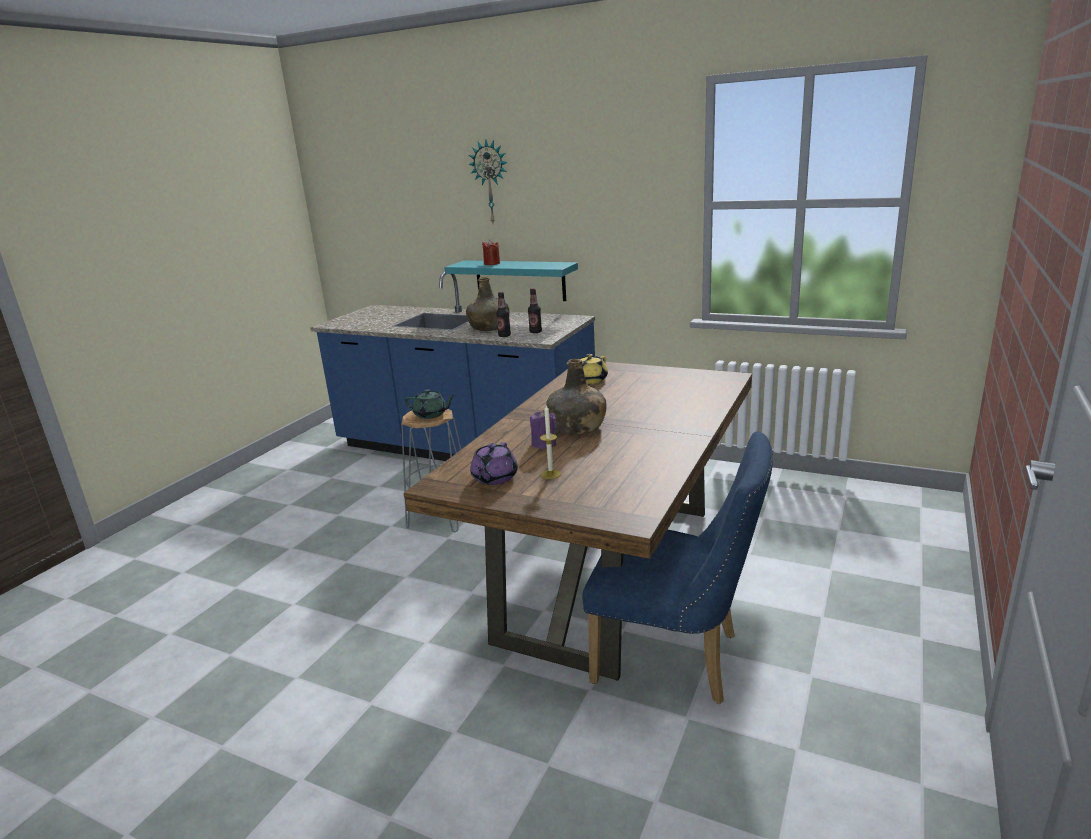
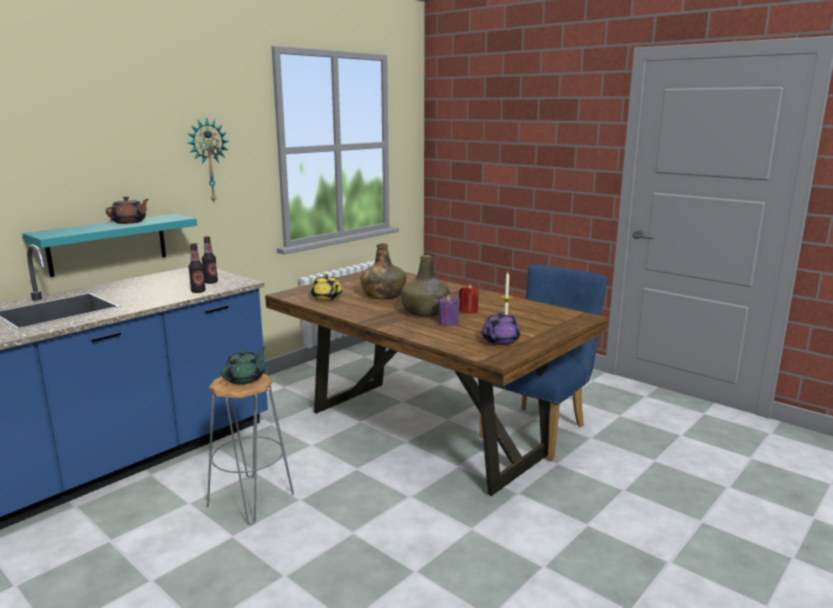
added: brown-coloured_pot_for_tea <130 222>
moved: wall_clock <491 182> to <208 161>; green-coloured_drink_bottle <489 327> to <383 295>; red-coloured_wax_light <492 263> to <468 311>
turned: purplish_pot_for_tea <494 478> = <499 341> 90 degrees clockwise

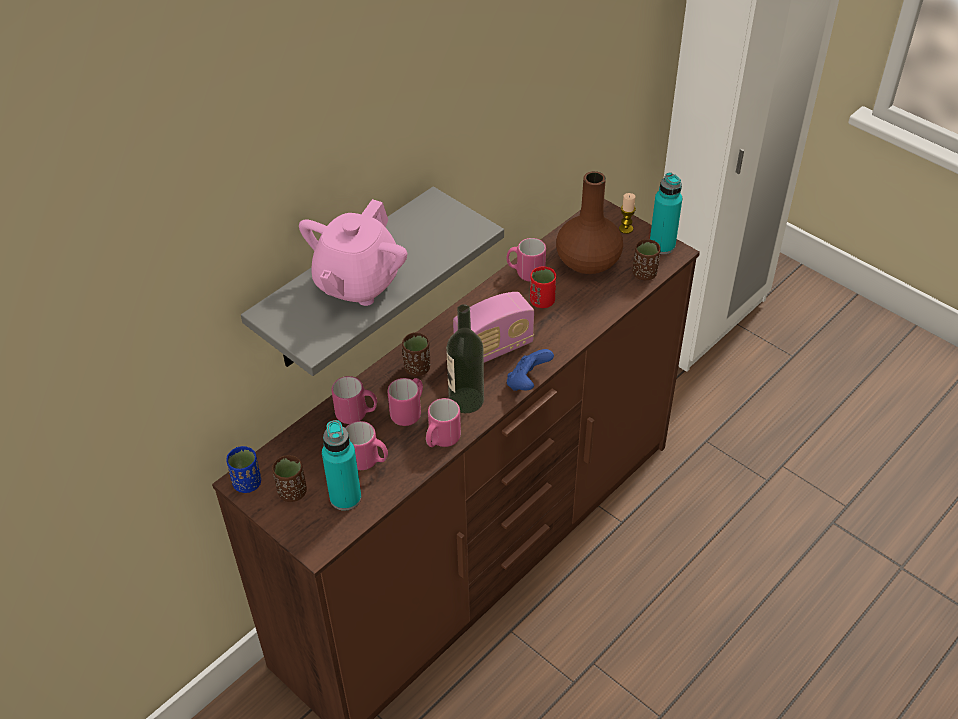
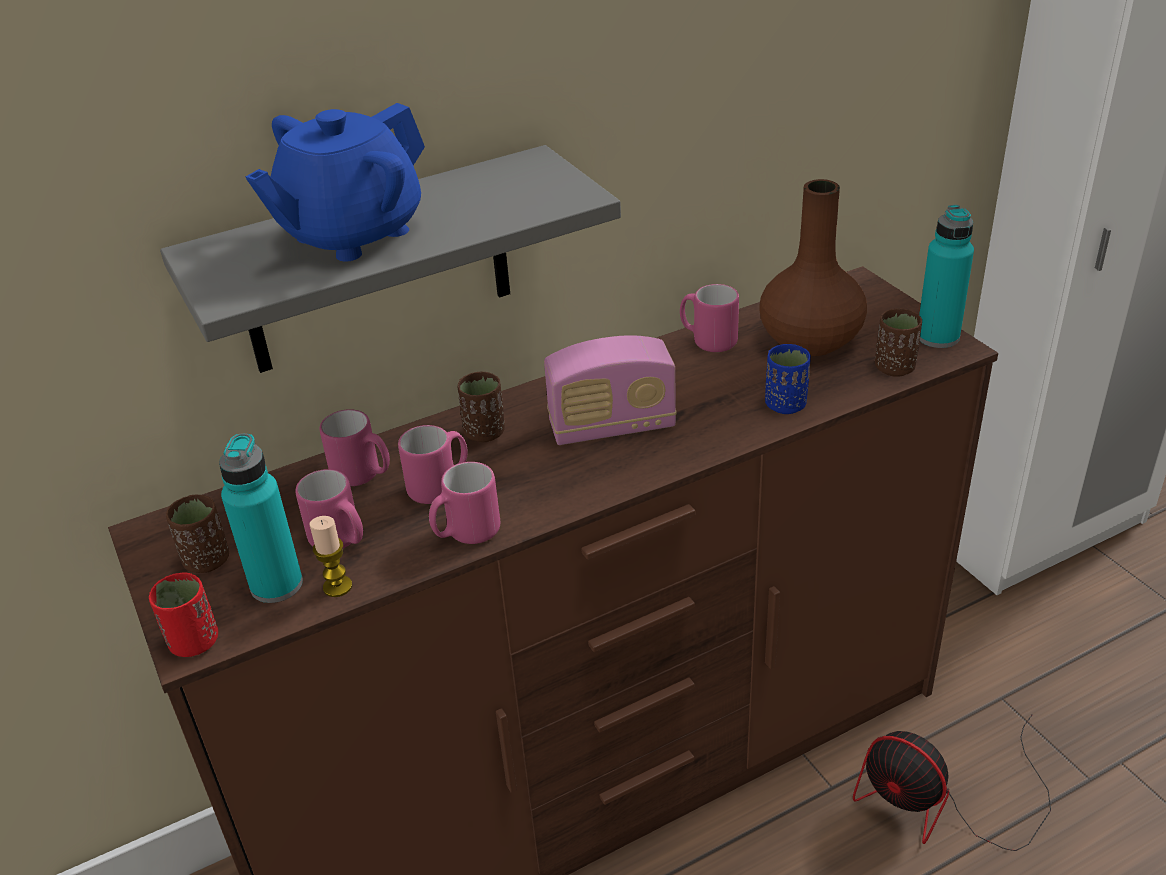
removed: drink_bottle <466 400>; bluish_gamepad <527 382>
added: electric_fan <943 802>
moved: red-coloured_drinking_cup <542 301> to <194 642>; wax_light <626 229> to <337 587>; bluish_drinking_cup <247 483> to <785 405>
recoloured: pinkish_pot_for_tea <357 283> to bluish_pot_for_tea <351 234>

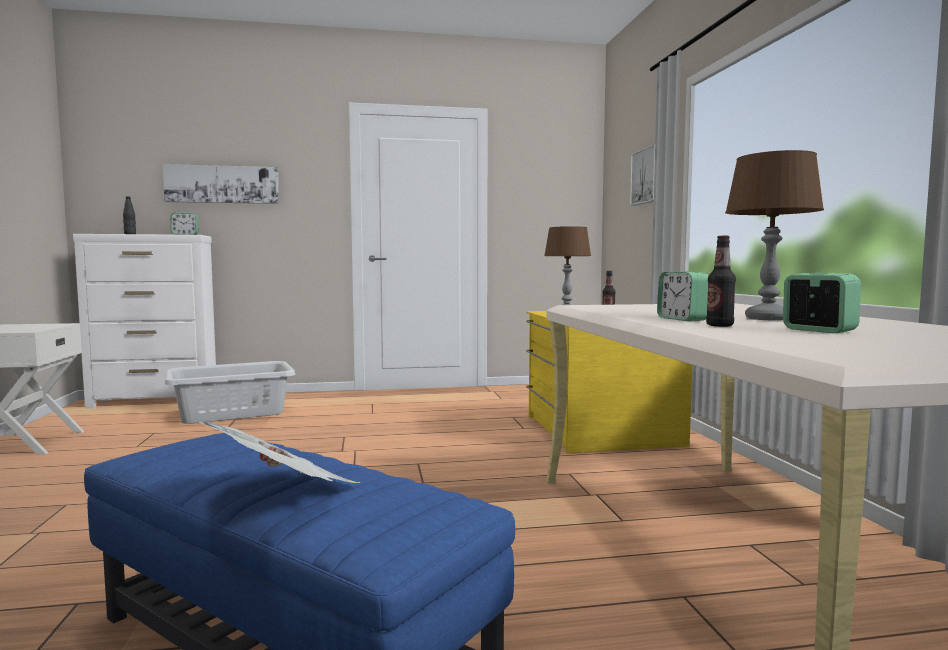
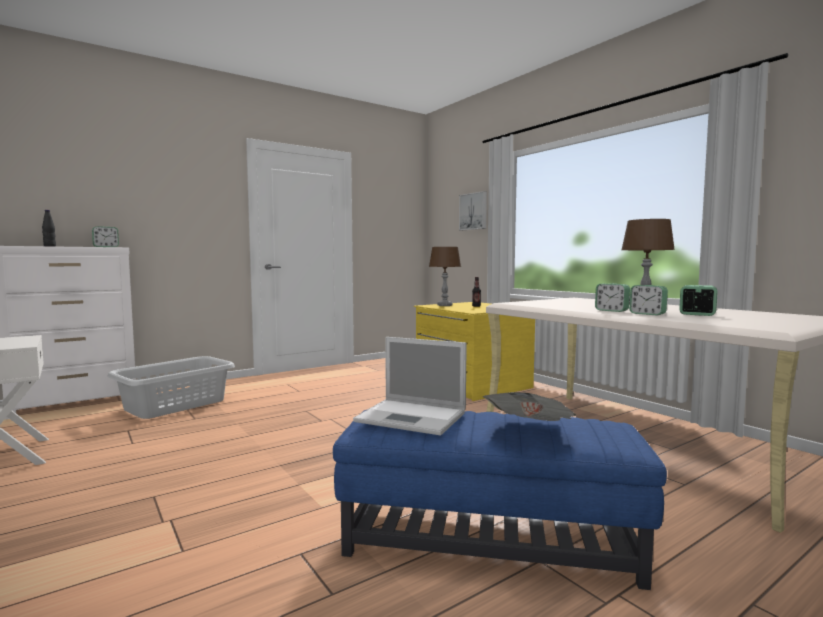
removed: wall_art <222 184>
added: laptop <413 417>
replaced: drink_bottle <719 325> to bedside_clock <647 314>

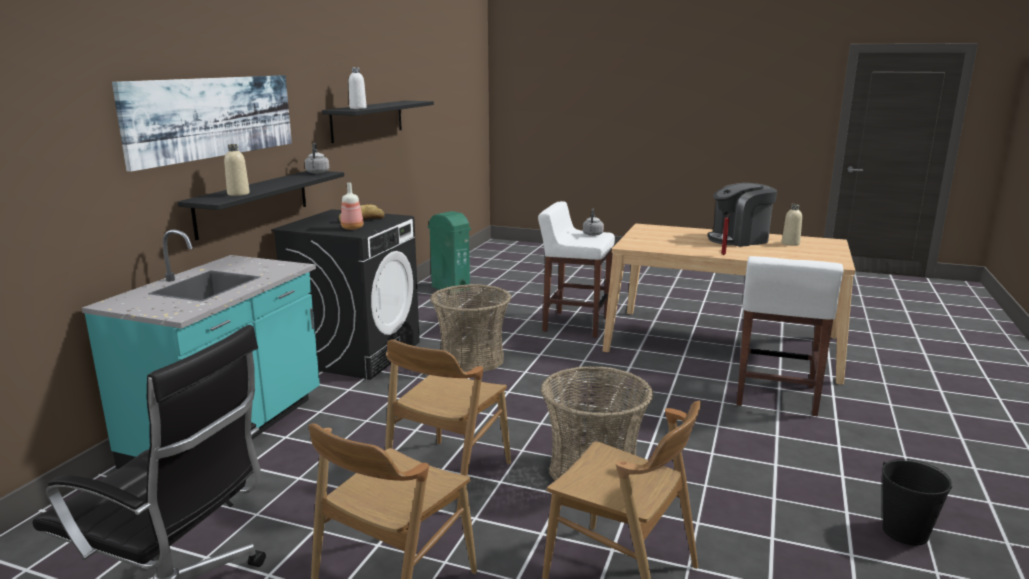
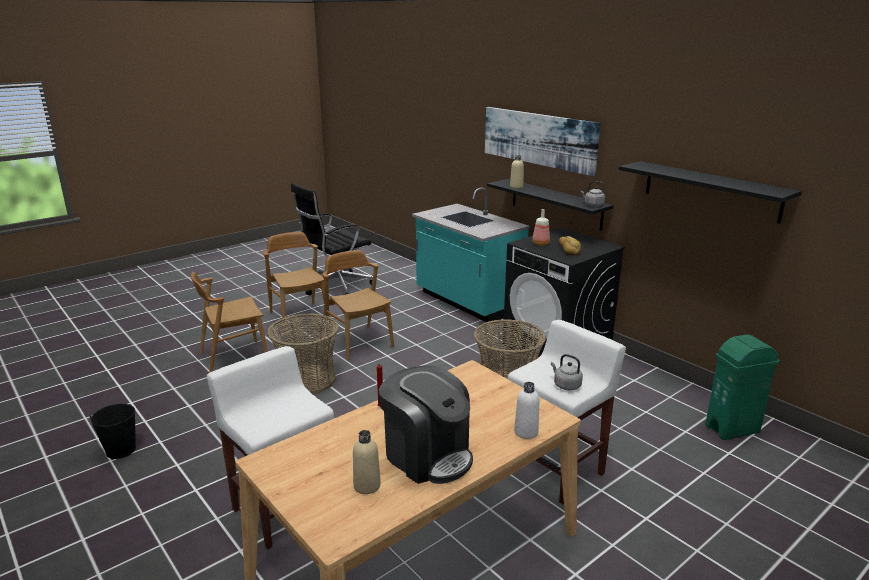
moved: whitish_drink_bottle <358 108> to <526 432>
turned: coffee_machine <739 239> = <427 455> 120 degrees clockwise

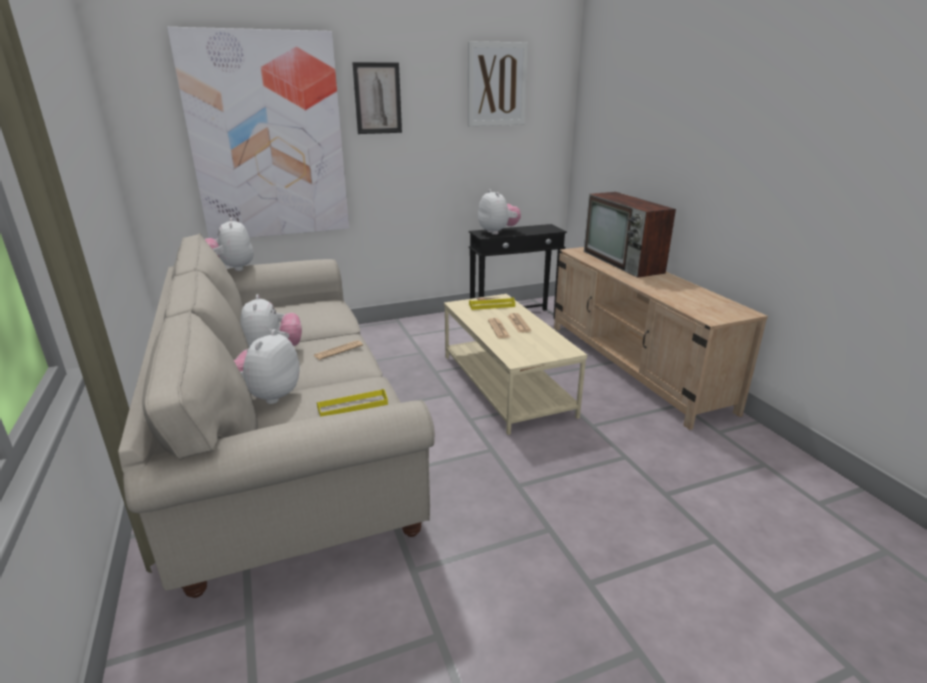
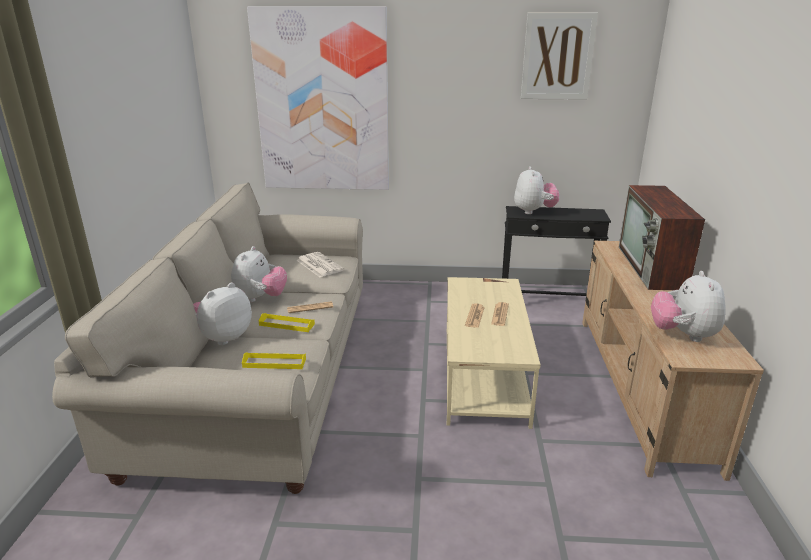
removed: wall_art <377 98>
added: newspaper <319 265>
moved: yellowish_serving_tray <492 305> to <286 324>; plush_toy <231 269> to <683 335>

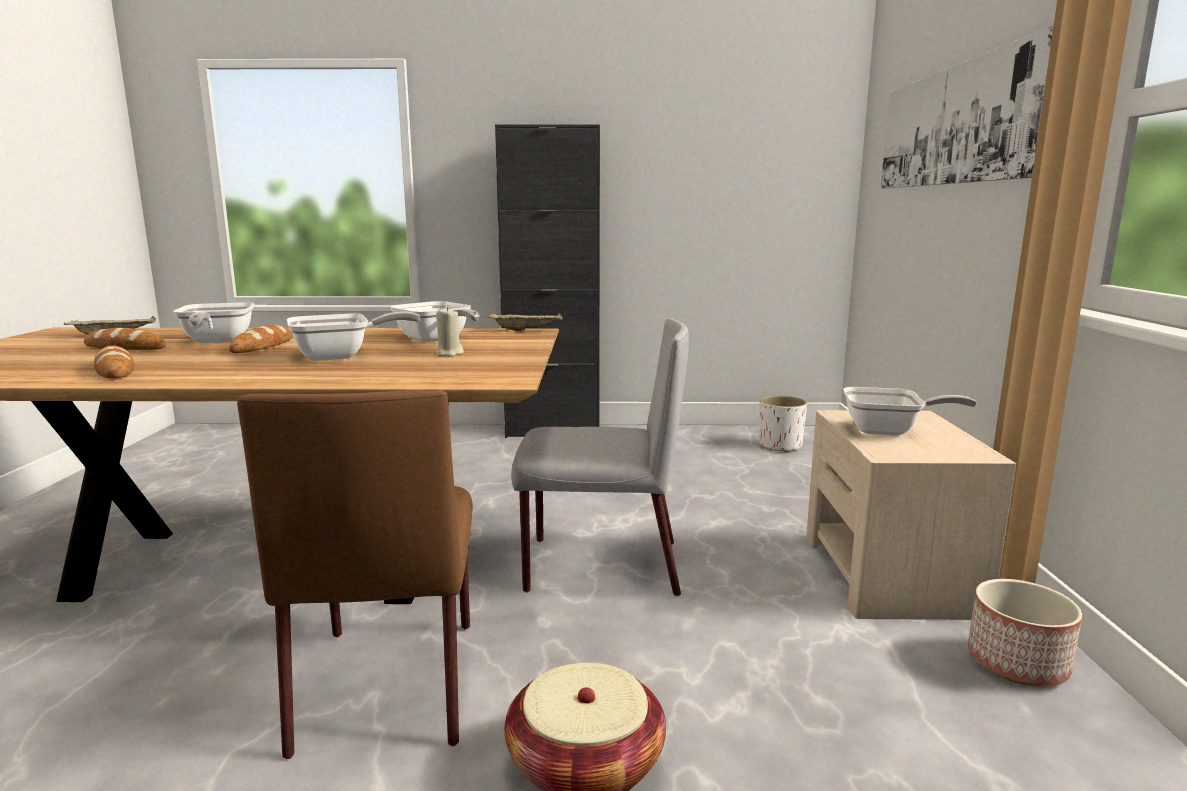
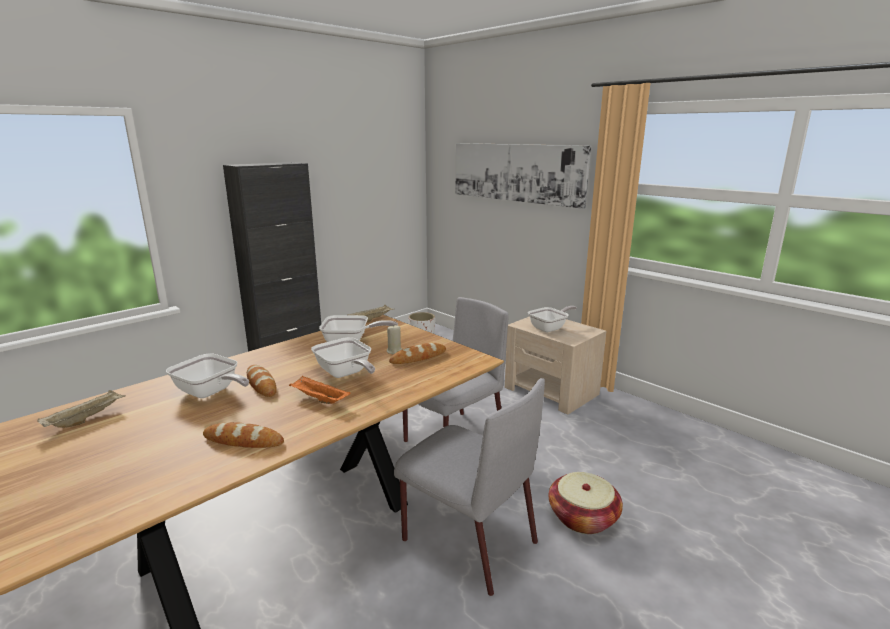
removed: plant_pot <1018 664>
added: orange_serving_tray <319 399>
moved: baked_bread <125 347> to <418 357>
recoloured: brown-coloured_chair <389 680> to grey_chair <467 540>
turned: skillet <341 356> = <345 374> 120 degrees clockwise

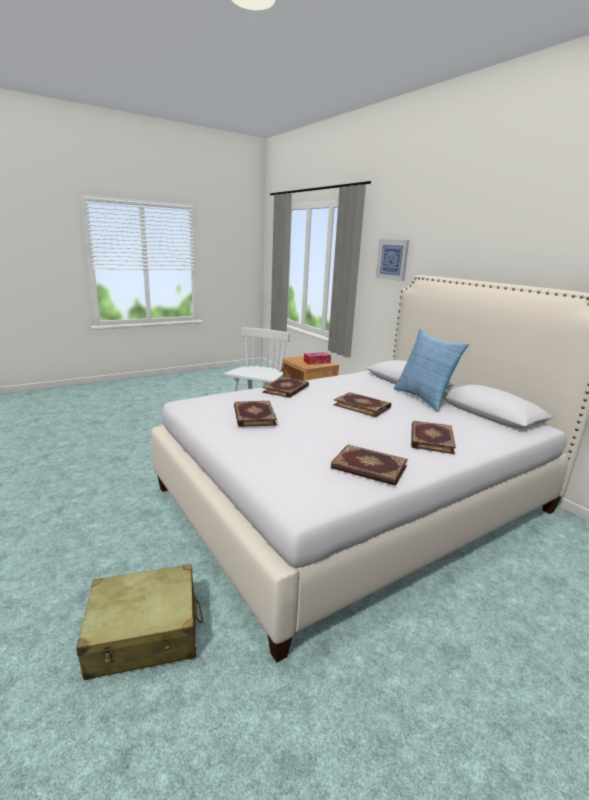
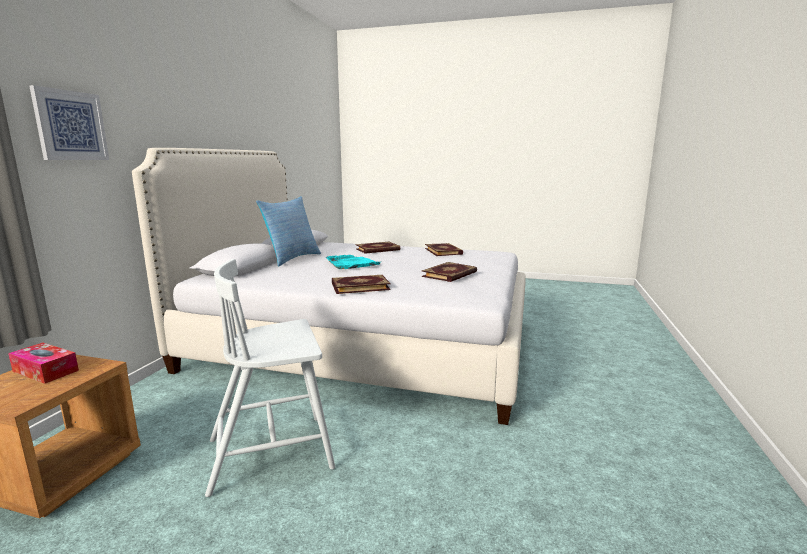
removed: sand-coloured_suitcase <144 633>
replaced: bound_book <362 406> to turquoise-coloured_serving_tray <352 264>

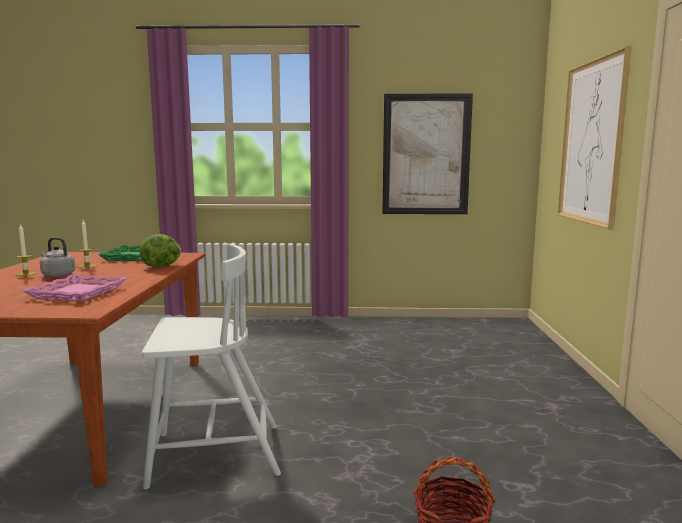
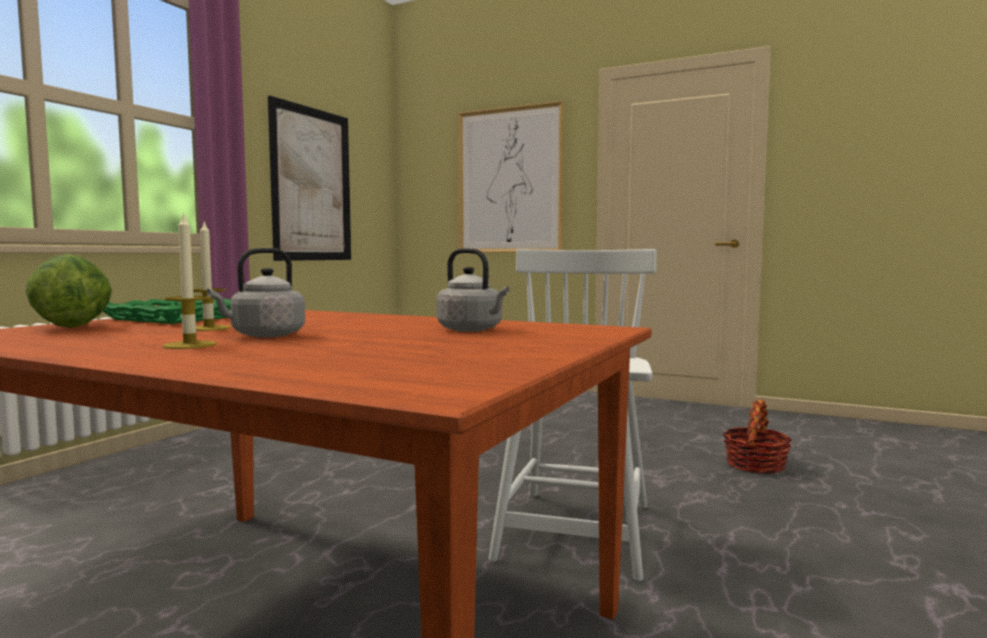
moved: head_of_lettuce <162 266> to <72 327>
replaced: pinkish_serving_tray <78 293> to grey_kettle <472 330>

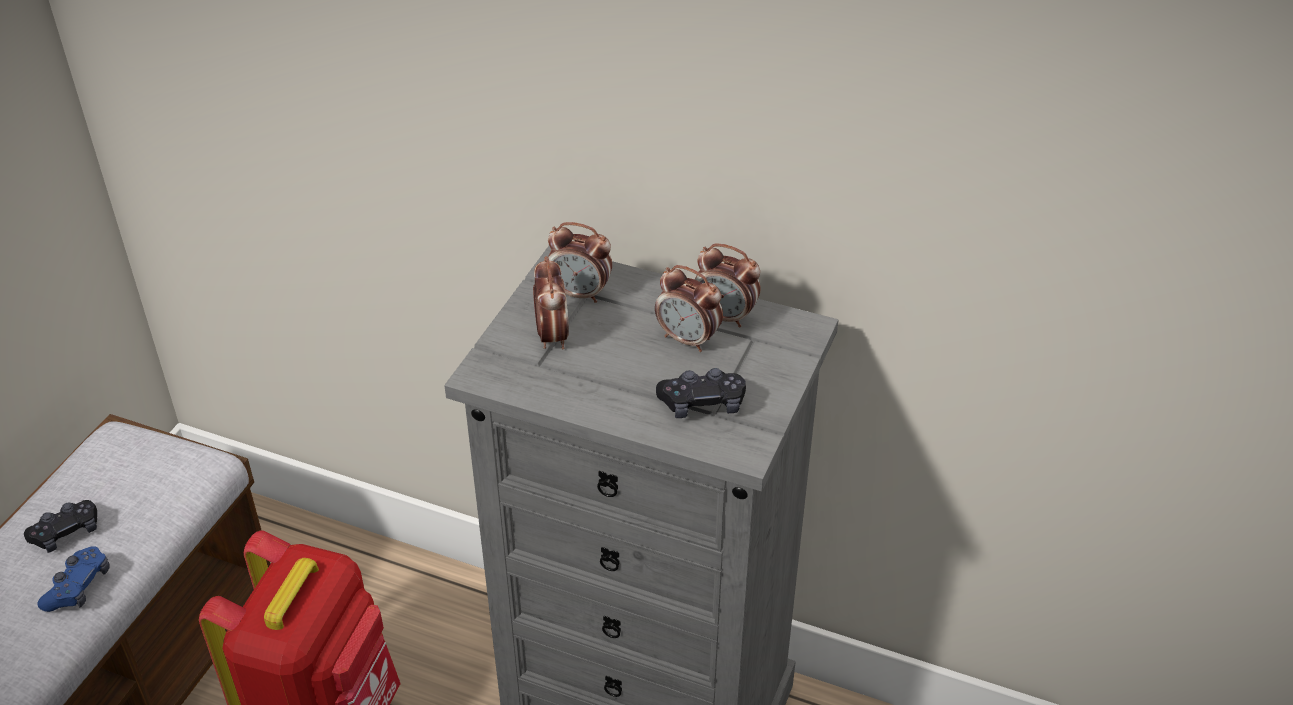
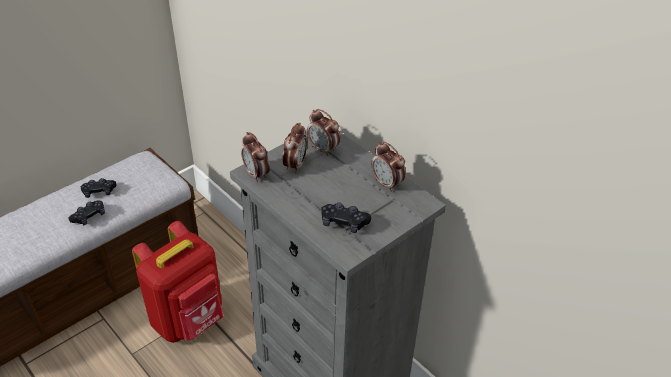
moved: bedside_clock <688 340> to <256 174>
recoloured: bluish_gamepad <78 587> to black_gamepad <89 217>

